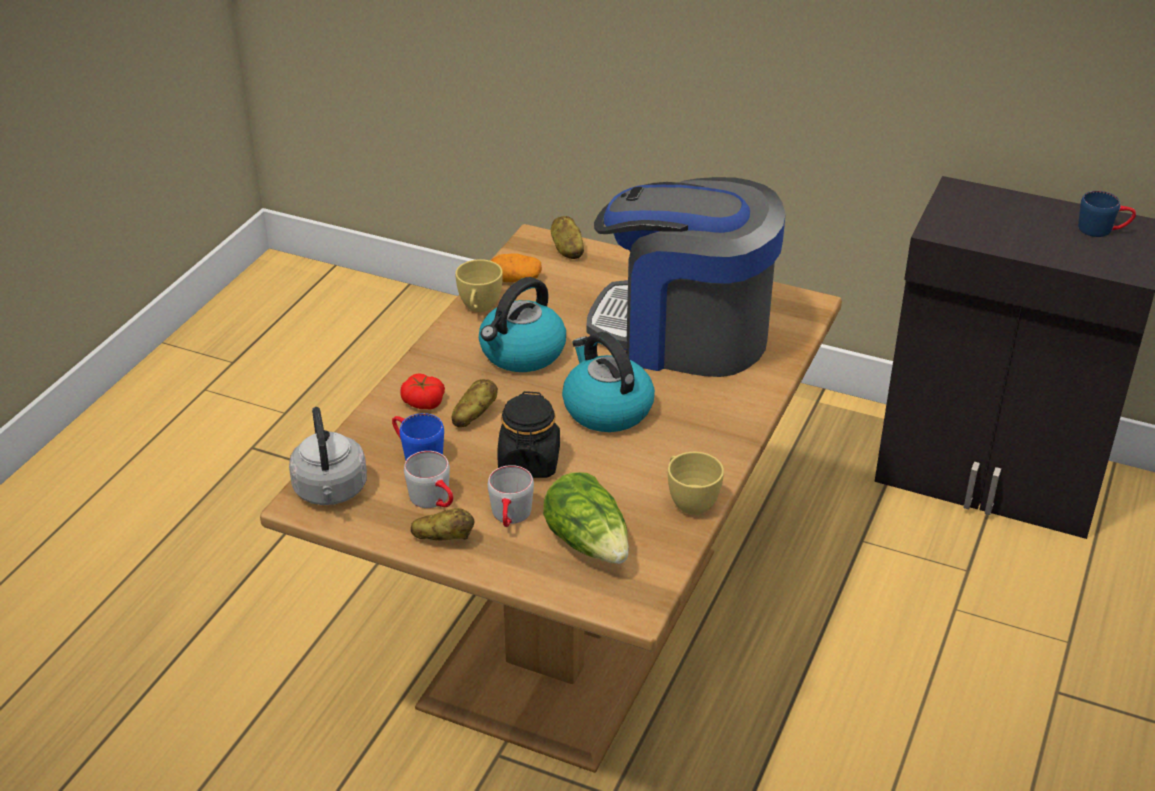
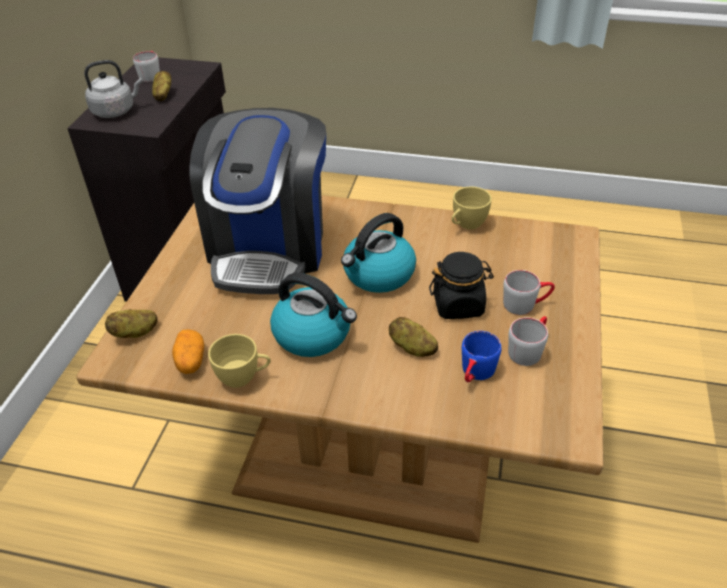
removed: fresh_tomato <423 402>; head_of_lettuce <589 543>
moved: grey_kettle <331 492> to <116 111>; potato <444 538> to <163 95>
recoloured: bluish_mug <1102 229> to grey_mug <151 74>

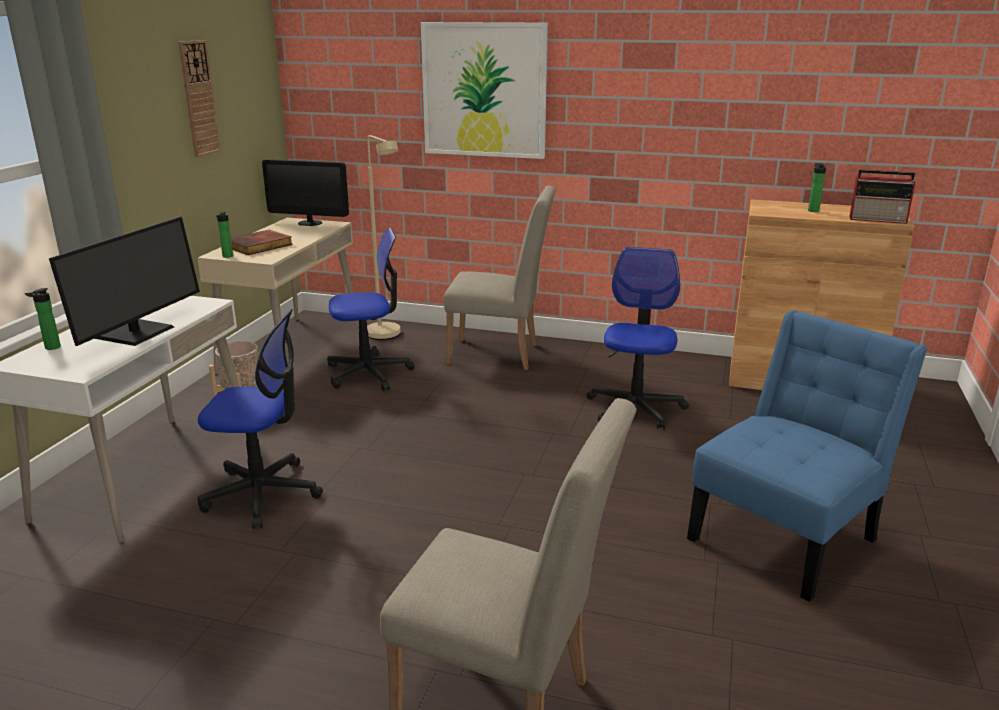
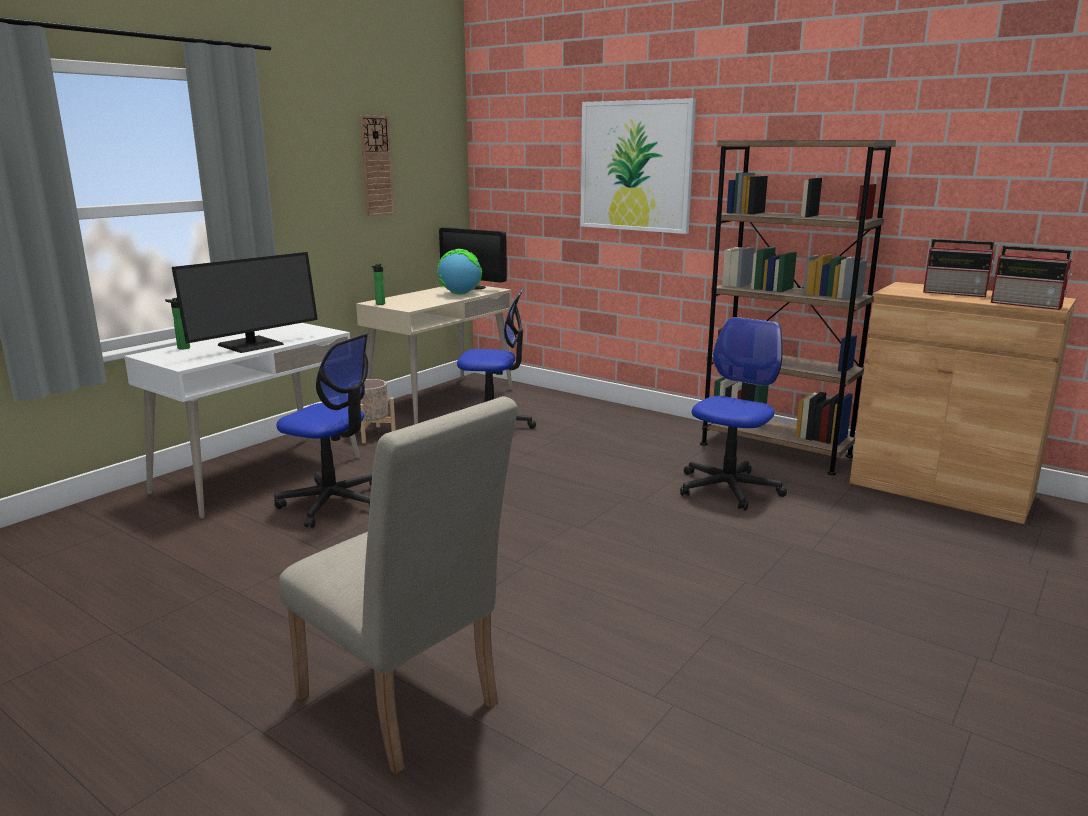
removed: bound_book <259 246>; sand-coloured_standing_lamp <387 336>; sand-coloured_chair <500 355>; bluish_chair <787 535>
added: world_globe <460 294>; brown-coloured_bookshelf <775 450>
replaced: drink_bottle <813 210> to radio <956 293>

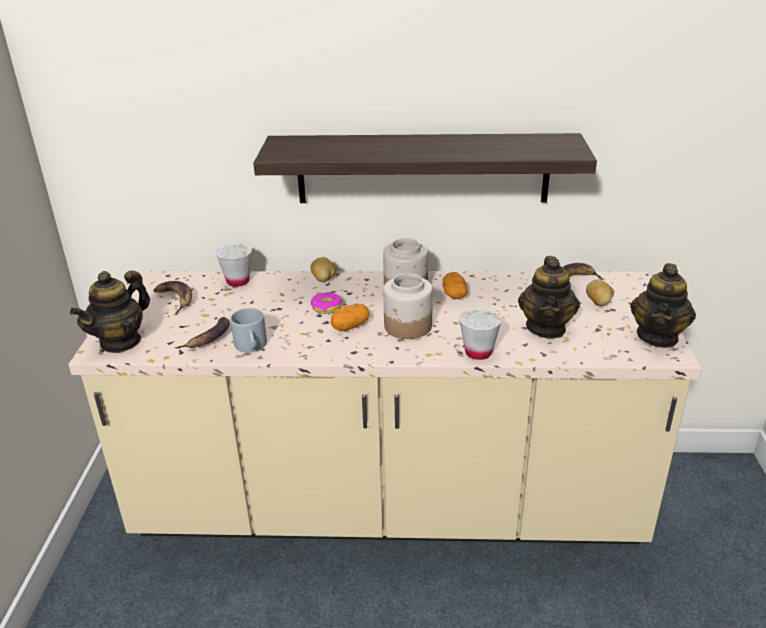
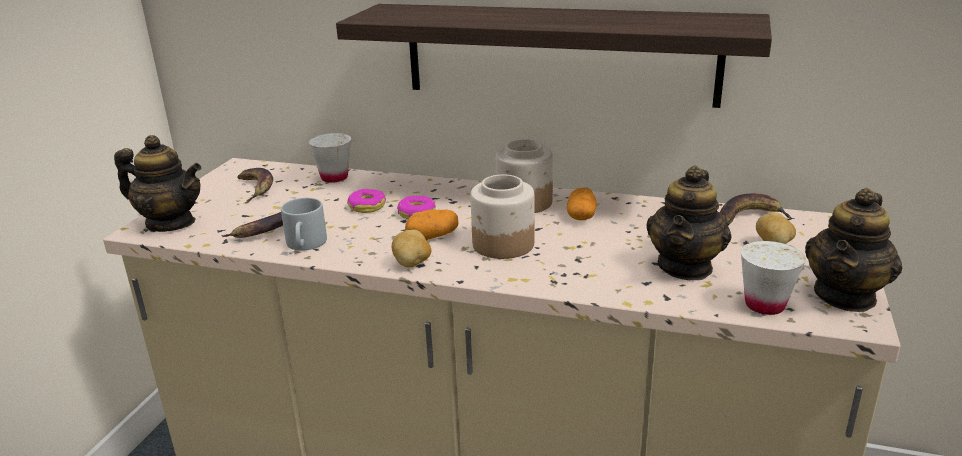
added: donut <367 206>
moved: potato <324 279> to <412 264>; whitish_drinking_cup <478 352> to <764 305>
turned: pot_for_tea <121 341> = <170 223> 120 degrees counterclockwise

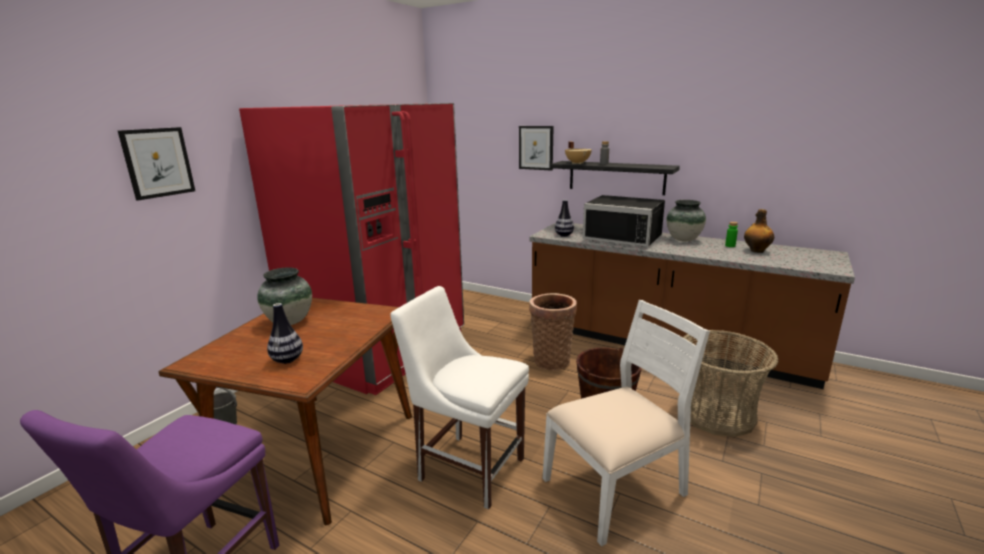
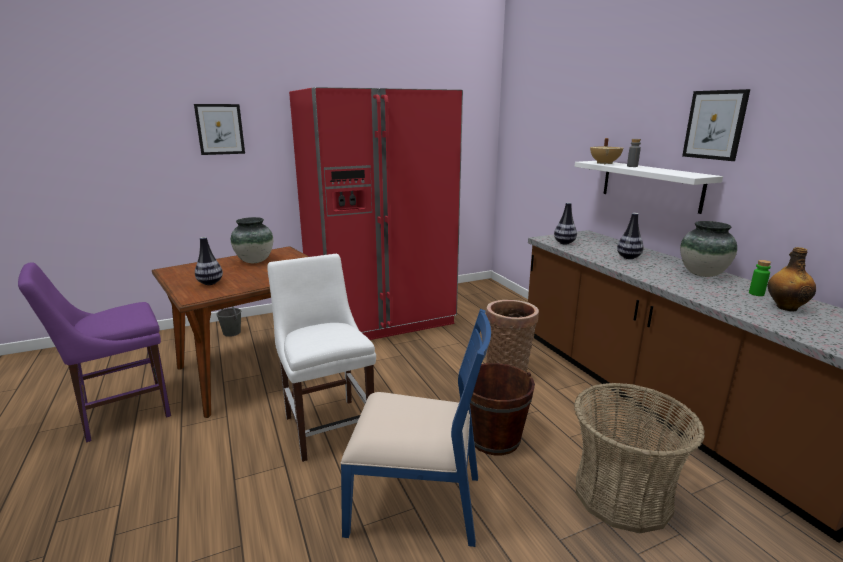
moved: wall_art <536 147> to <715 125>
replaced: black_microwave_oven <624 237> to vase <628 257>
recoloured: whitish_chair <616 488> to bluish_chair <416 502>; black_bracket_shelf <616 177> to whitish_bracket_shelf <650 185>

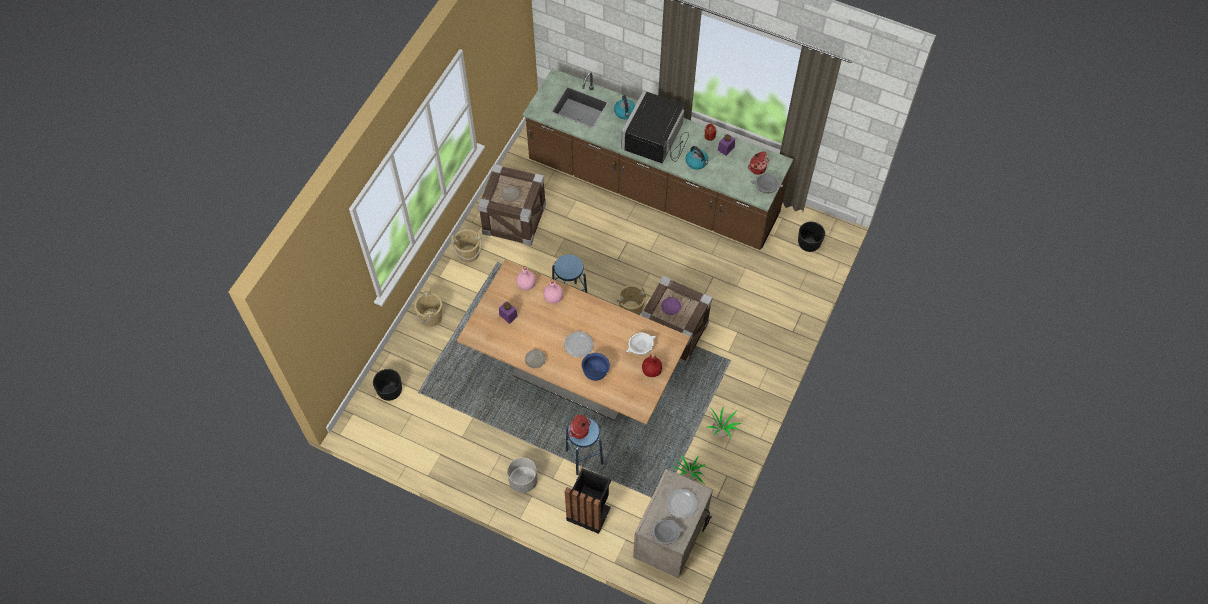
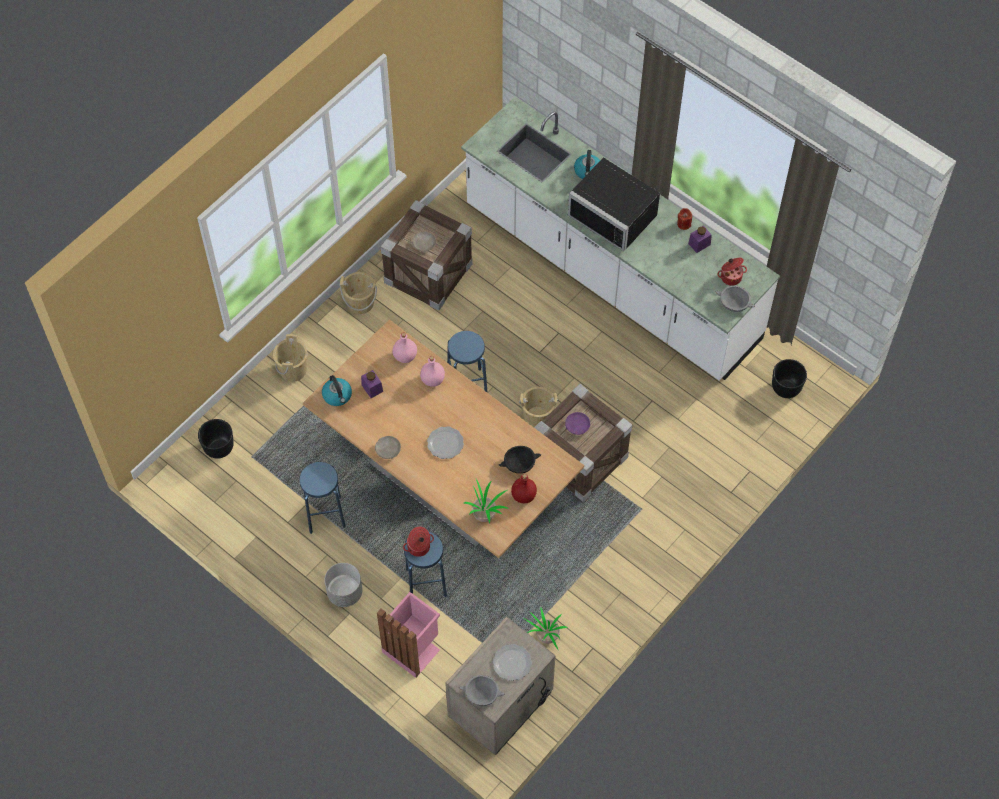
removed: bluish_bowl <595 372>
added: bluish_sitting_stool <325 514>
moved: kettle <697 162> to <337 396>; potted_plant <721 431> to <485 514>
recoloured: black_rubbish_bin <589 511> to pinkish_rubbish_bin <412 648>; brown-coloured_counter <653 189> to whitish_counter <611 274>; whitish_bowl <640 347> to black_bowl <519 464>
turned: black_microwave_oven <656 139> = <616 213> 90 degrees counterclockwise

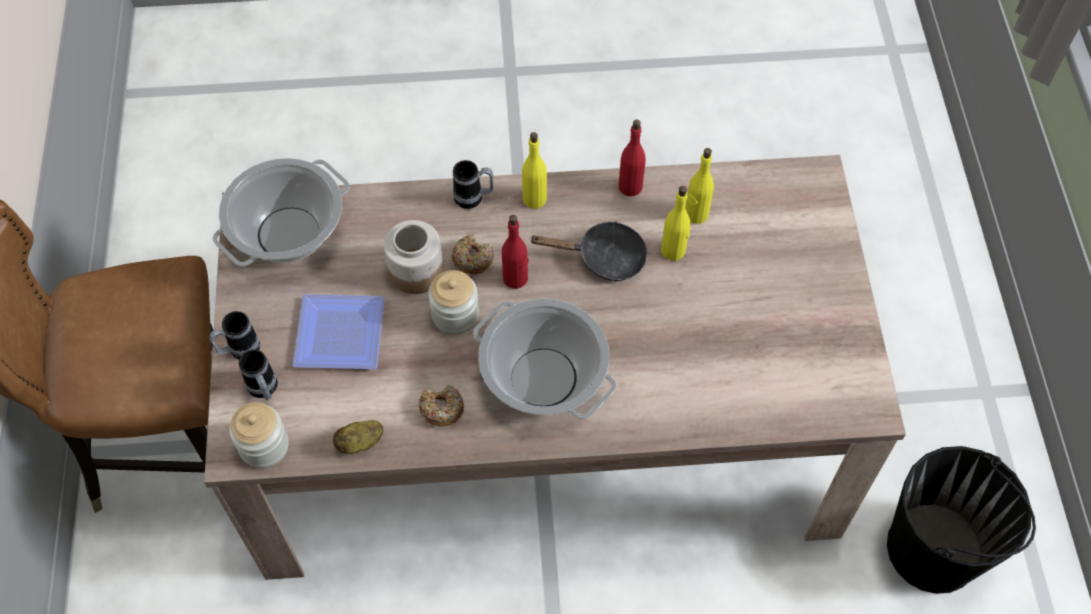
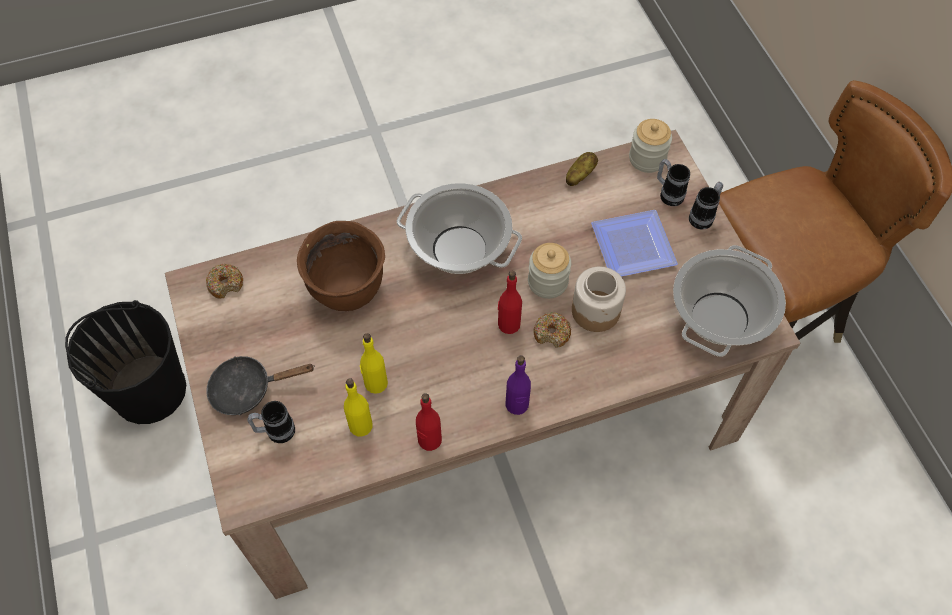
added: brown-coloured_stockpot <348 290>
moved: donut <441 408> to <226 284>; black_skillet <604 257> to <248 389>; mug <474 198> to <275 432>
recoloured: yellowish_drink_bottle <534 198> to purplish_drink_bottle <517 405>

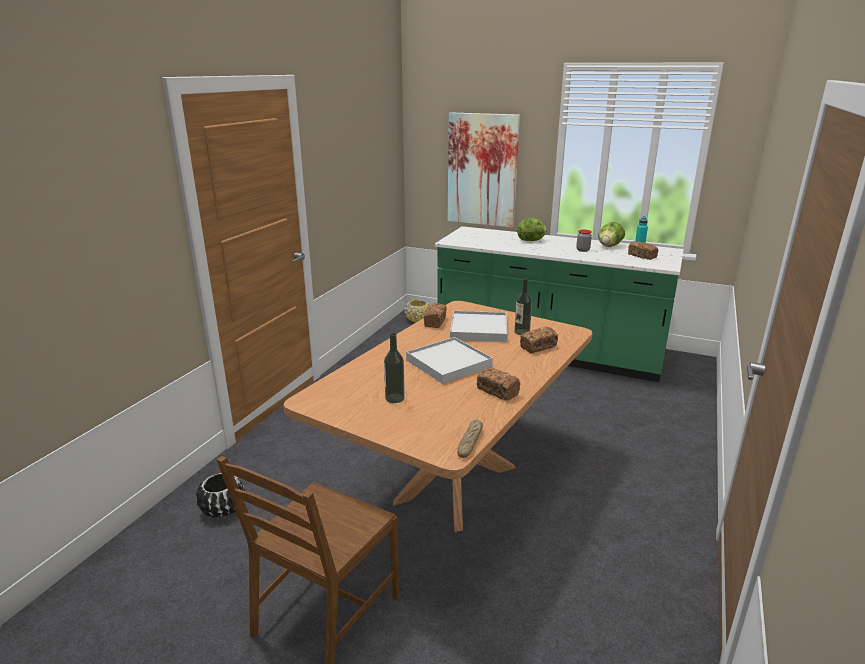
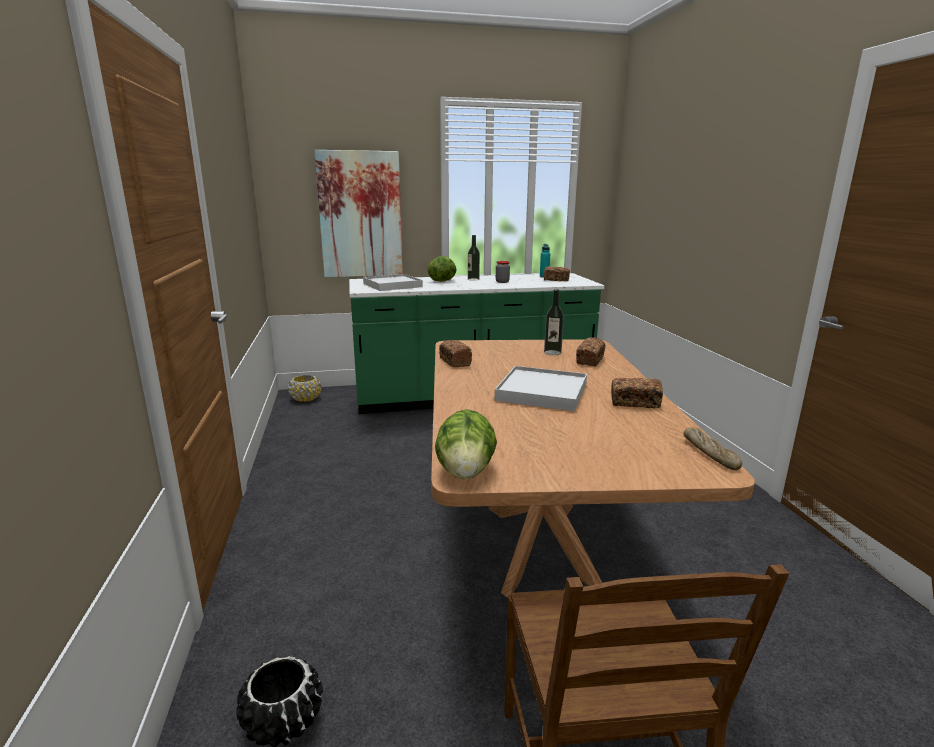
moved: whitish_serving_tray <478 329> to <392 285>; head_of_lettuce <609 246> to <466 472>; drink_bottle <394 398> to <473 279>

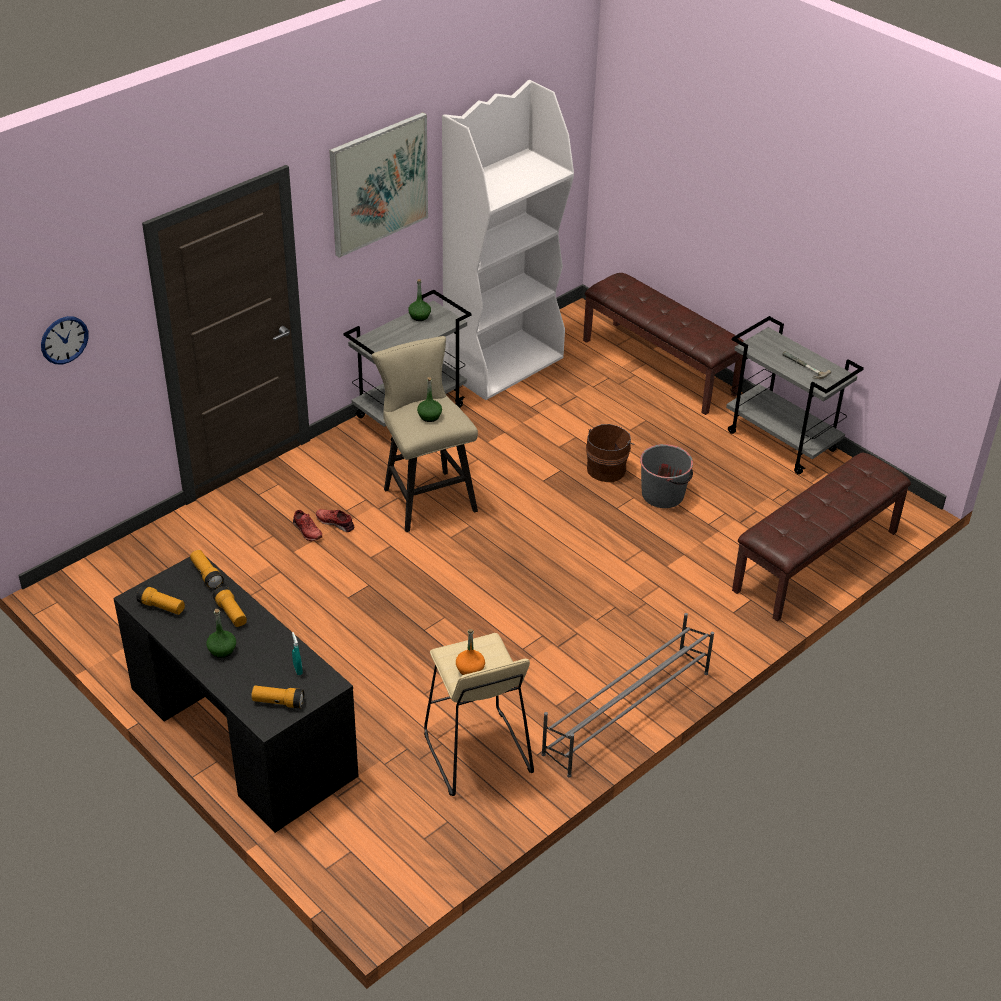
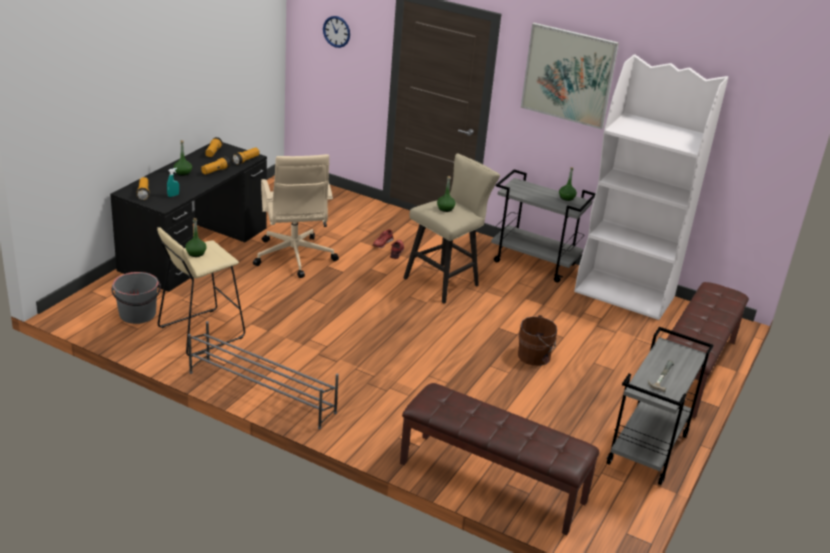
added: sand-coloured_computer_chair <294 258>
moved: grey_water_bucket <663 494> to <138 315>
recoloured: orange_drink_bottle <470 669> to green-coloured_drink_bottle <196 253>

